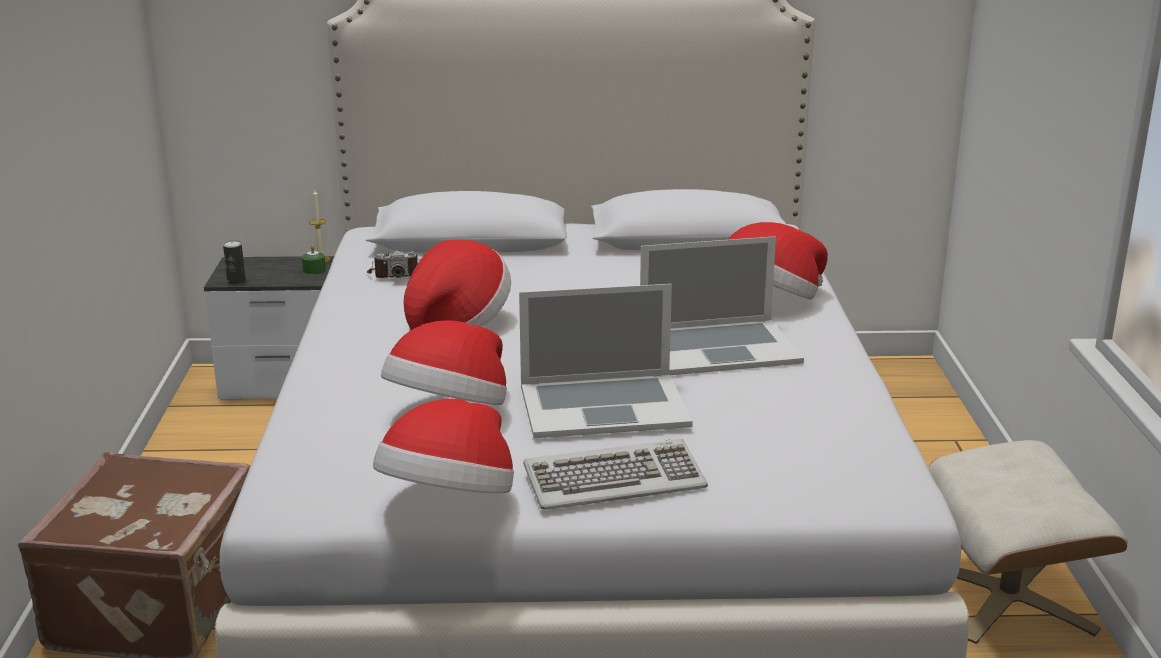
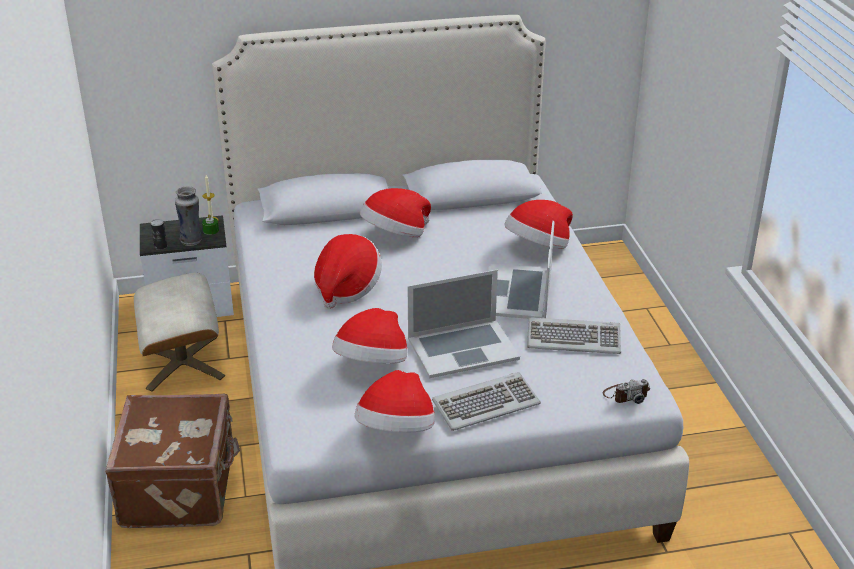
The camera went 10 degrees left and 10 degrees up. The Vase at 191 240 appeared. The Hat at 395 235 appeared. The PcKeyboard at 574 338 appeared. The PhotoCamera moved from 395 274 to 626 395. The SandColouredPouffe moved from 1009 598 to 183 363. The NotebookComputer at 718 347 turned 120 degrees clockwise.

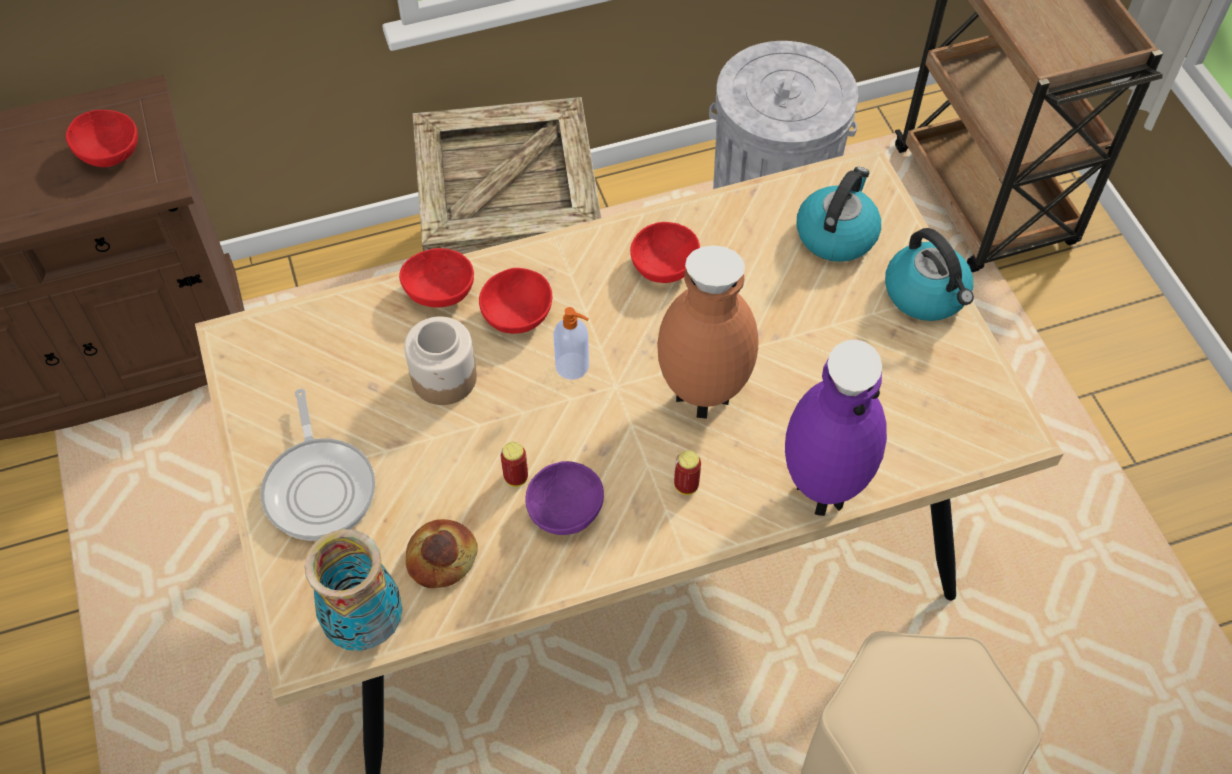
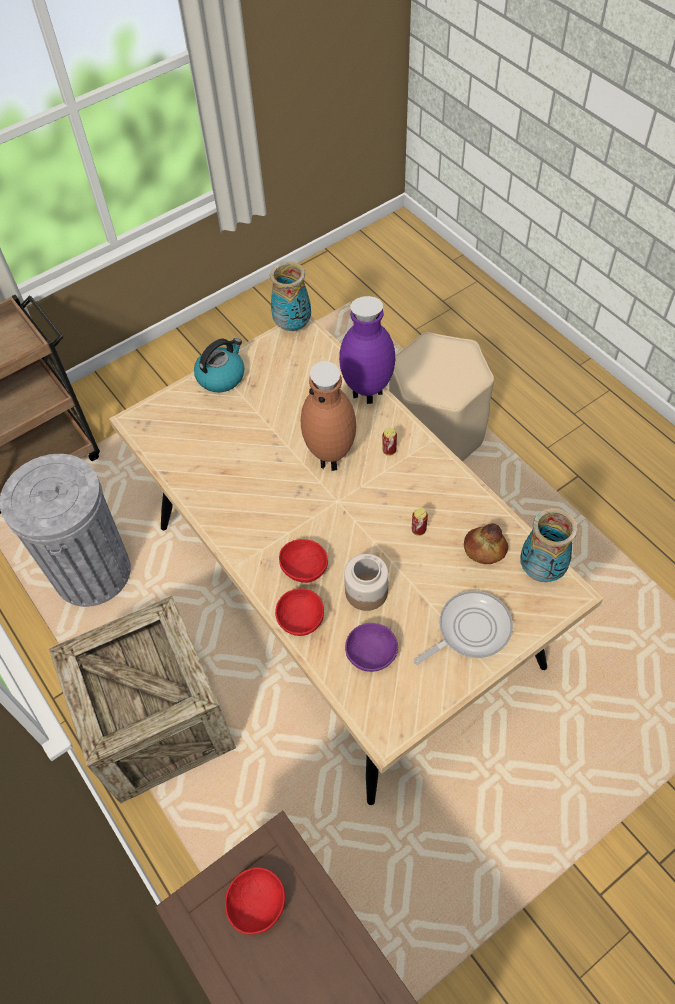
The camera went 105 degrees left and 0 degrees up. The SoapBottle at 573 366 disappeared. The RedColouredBowl at 662 266 disappeared. The TeaKettle at 836 234 disappeared. The Vase at 292 325 appeared. The PurplishBowl moved from 563 511 to 371 655.

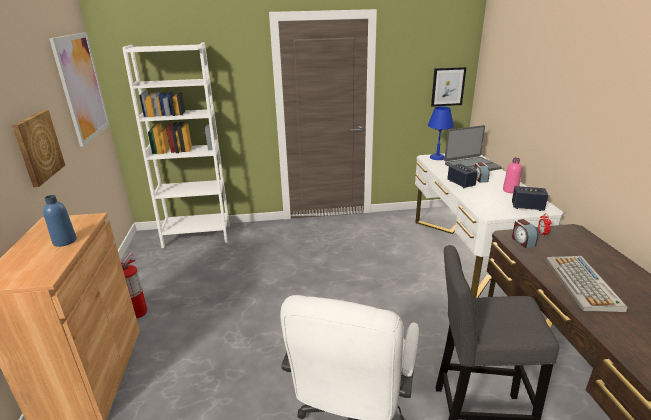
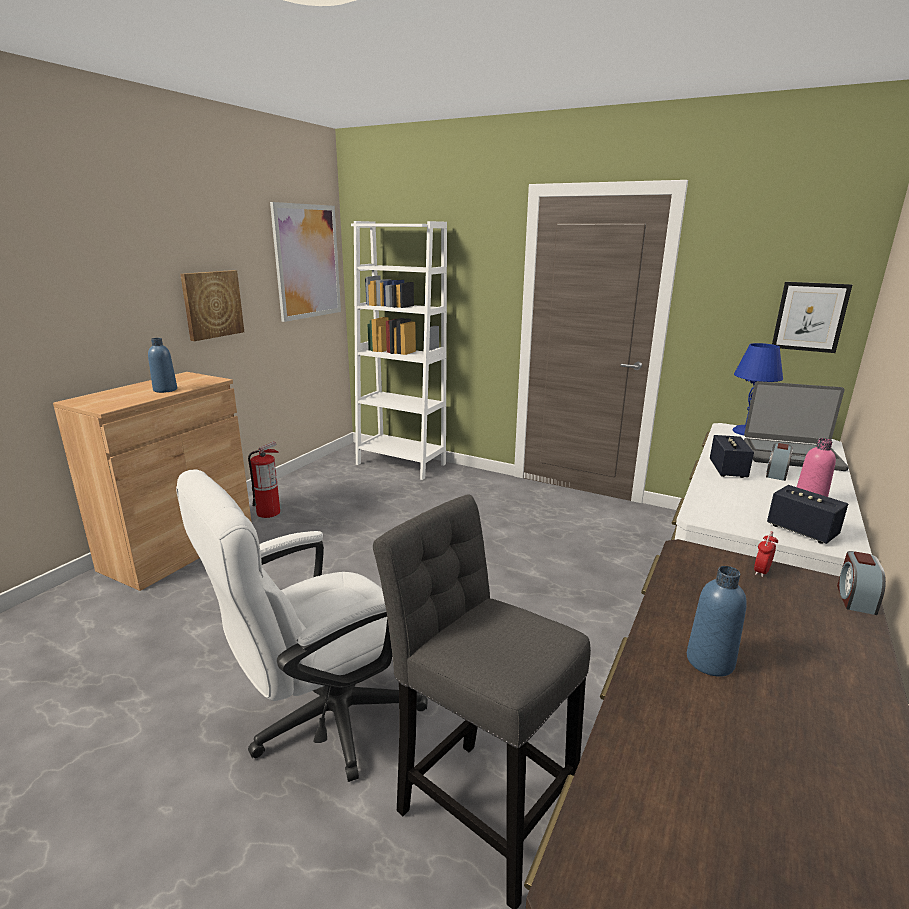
The camera went 35 degrees right and 5 degrees down. The TableClock moved from 522 241 to 855 598. The PcKeyboard at 583 284 was replaced by the BlueColouredDrinkBottle at 710 661.

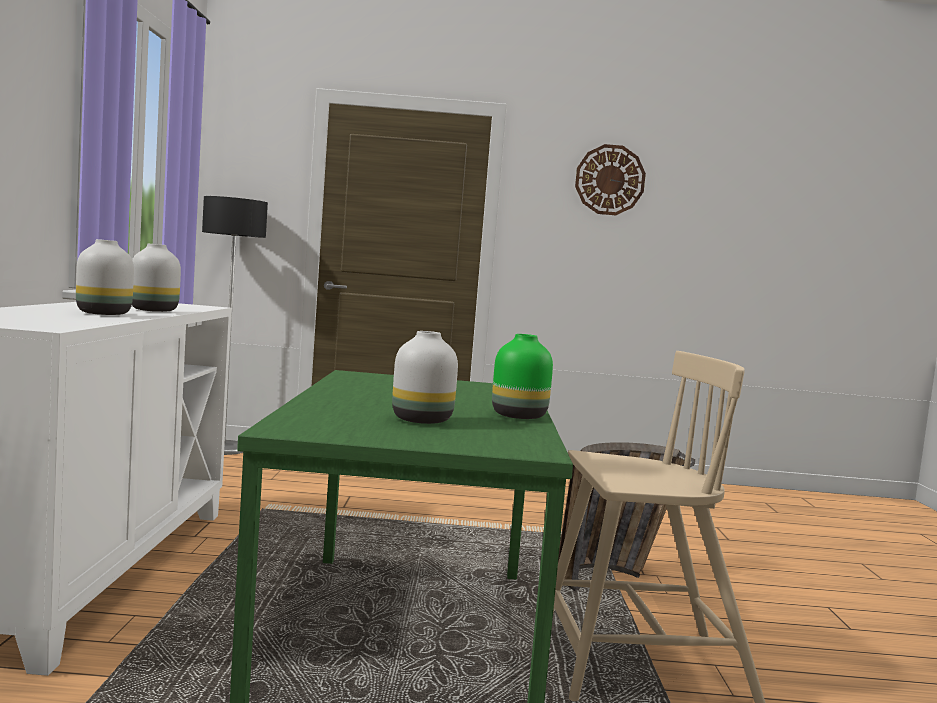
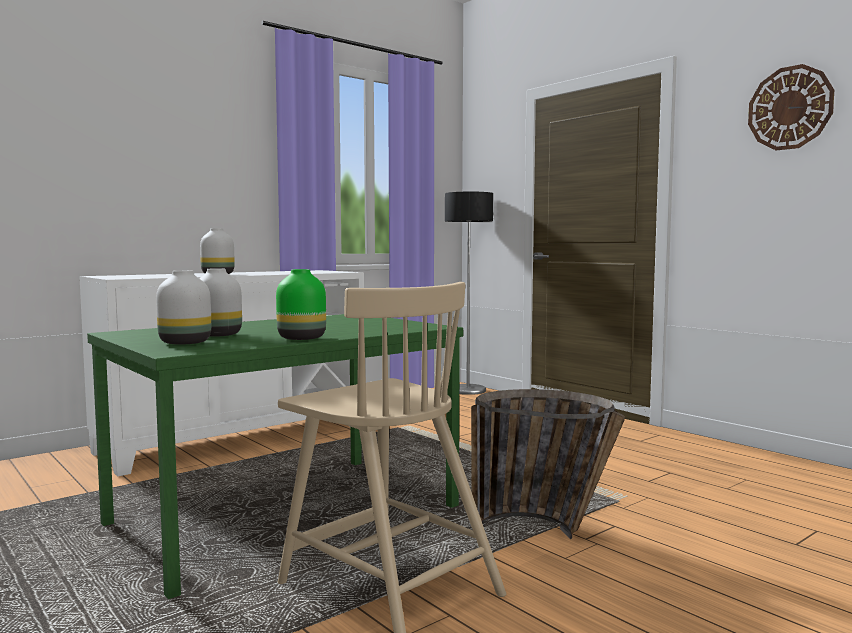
The camera went 50 degrees right and 0 degrees up. The WhiteColouredVase moved from 155 311 to 186 343.

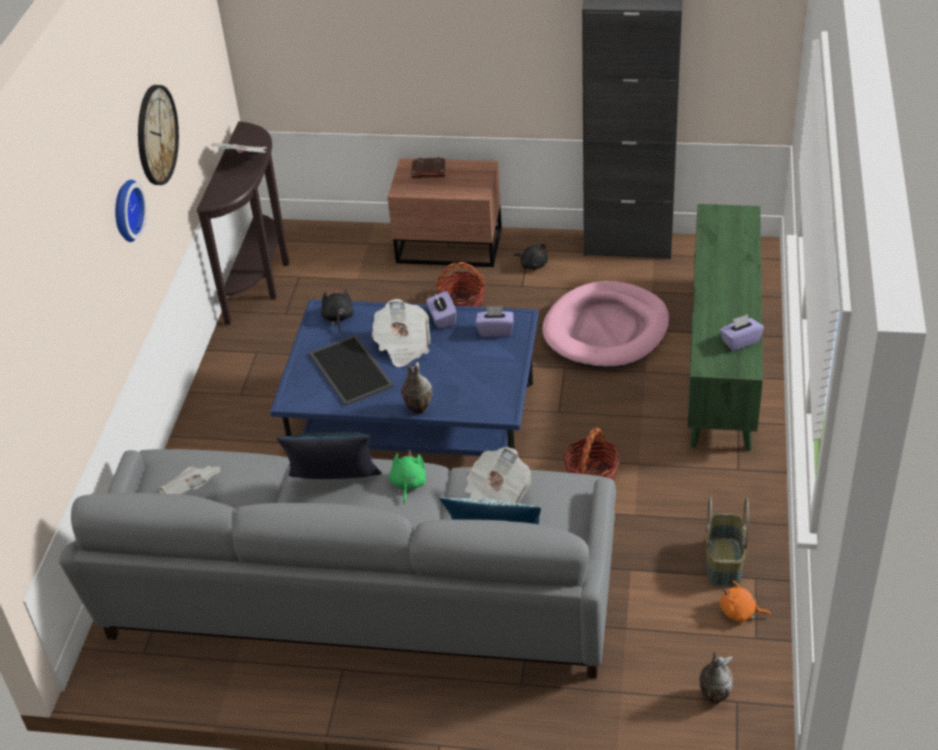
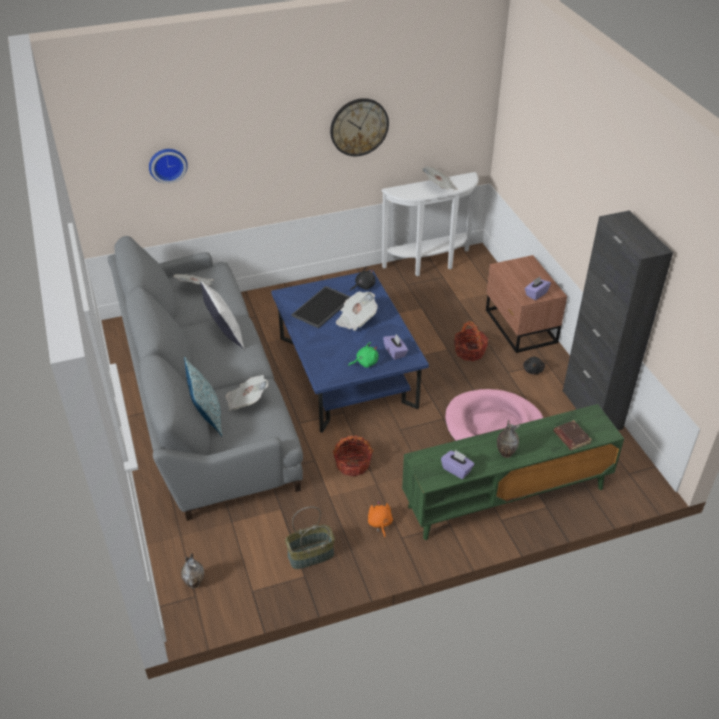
The camera went 60 degrees right and 0 degrees up. The HangingClock moved from 125 210 to 167 164. The GreenSoftToy moved from 408 484 to 365 362. The Vase moved from 417 409 to 505 453. The BrownColouredBook moved from 428 171 to 571 437. The PurplishBoxOfTissues moved from 442 318 to 536 294. The OrangeColouredSoftToy moved from 740 612 to 380 523. The BrownColouredHallTable at 262 279 became the WhiteColouredHallTable at 430 264. The BlueColouredCushion at 333 487 became the WhiteColouredCushion at 224 334.

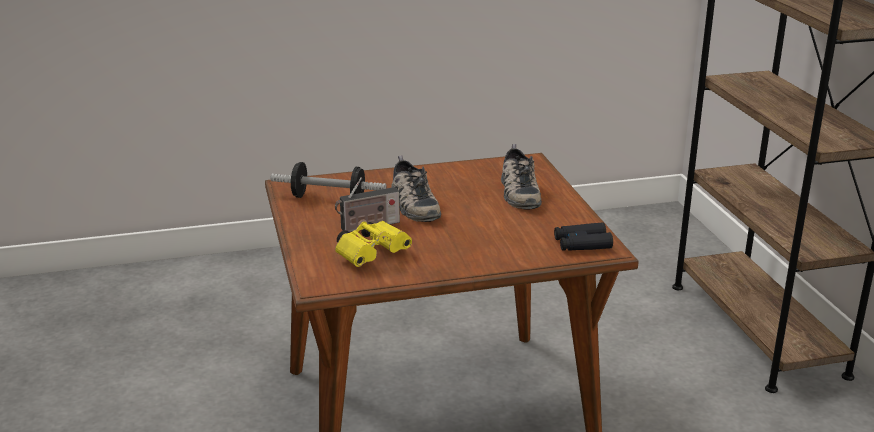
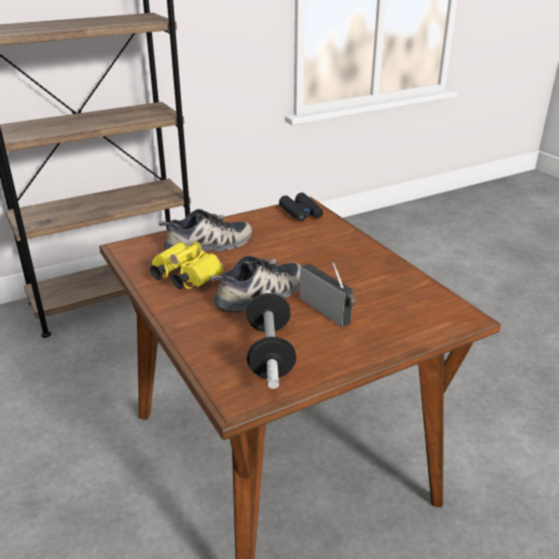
The camera went 105 degrees left and 5 degrees up. The YellowColouredPairOfBinoculars moved from 373 254 to 184 277.

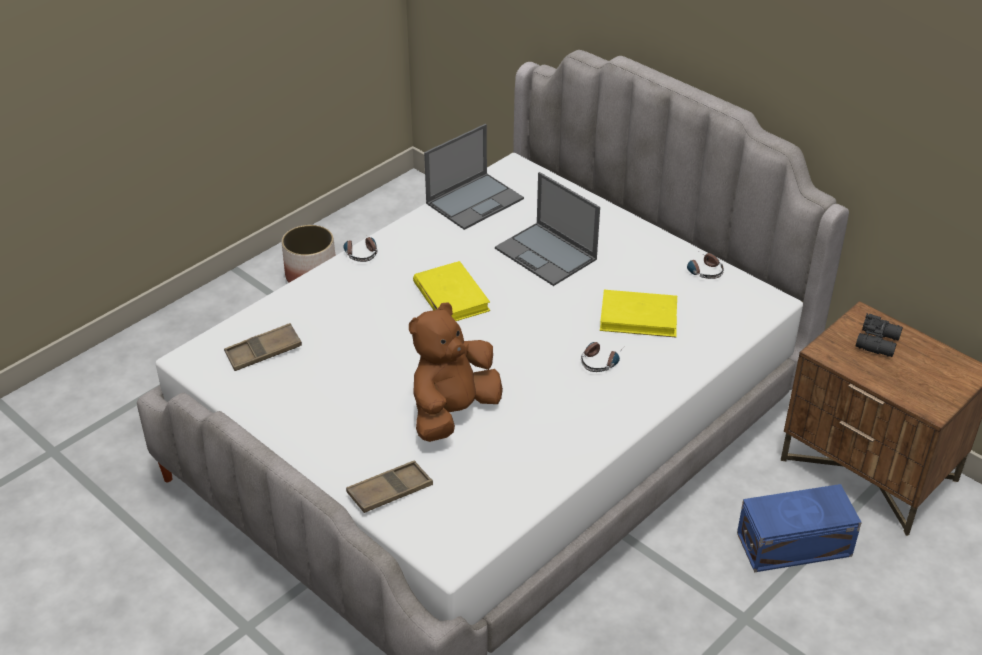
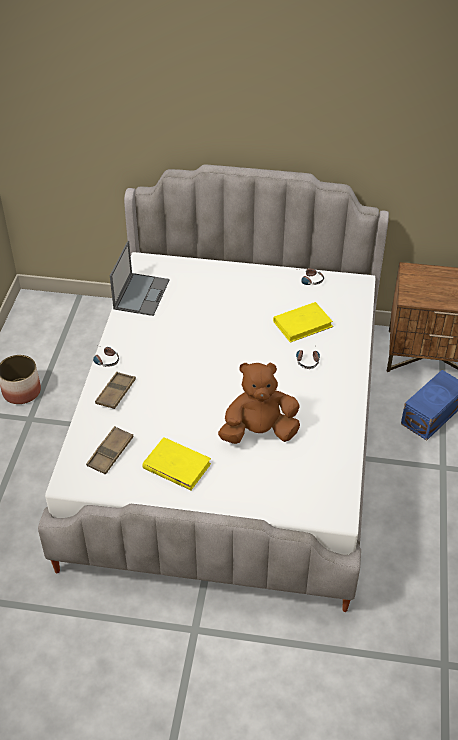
The camera went 35 degrees left and 5 degrees up. The NotebookComputer at 547 254 disappeared. The BlackColouredPairOfBinoculars at 879 342 disappeared. The BrownColouredServingTray moved from 390 491 to 116 393. The YellowColouredBook moved from 451 296 to 176 466. The BrownColouredSoftToy at 452 413 turned 75 degrees clockwise.

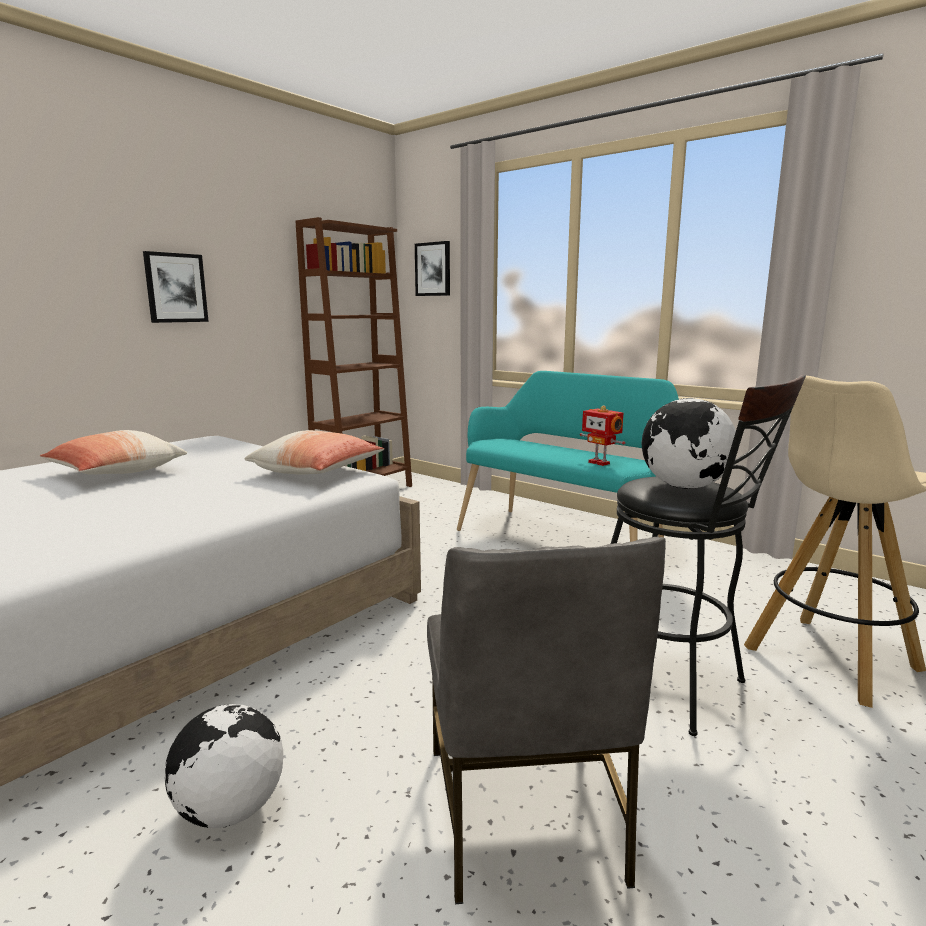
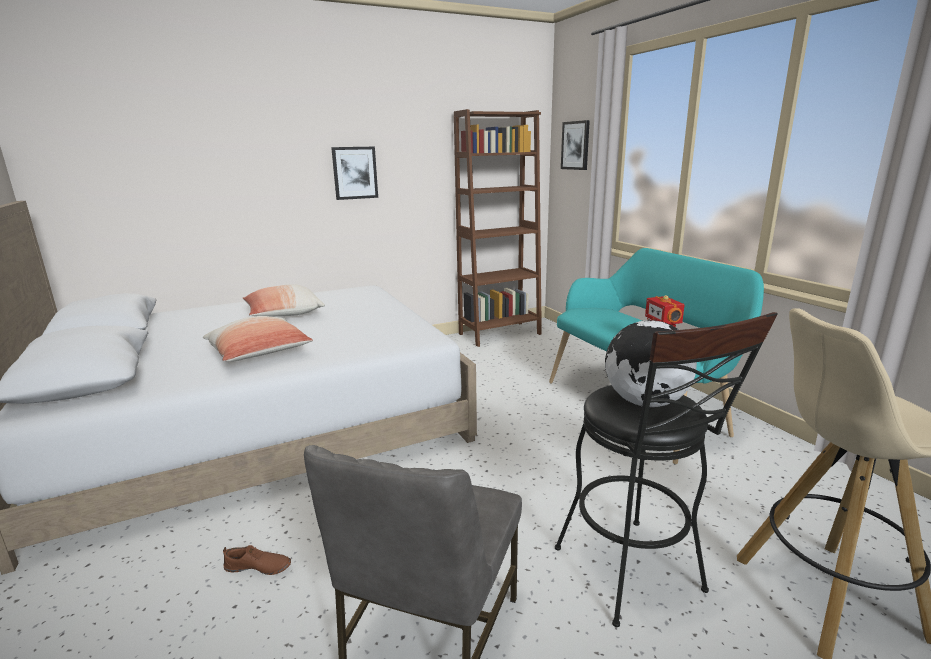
The camera went 25 degrees right and 5 degrees up. The Cushion moved from 317 472 to 260 354. The DeskGlobe at 230 810 was replaced by the BrownColouredShoe at 258 568.

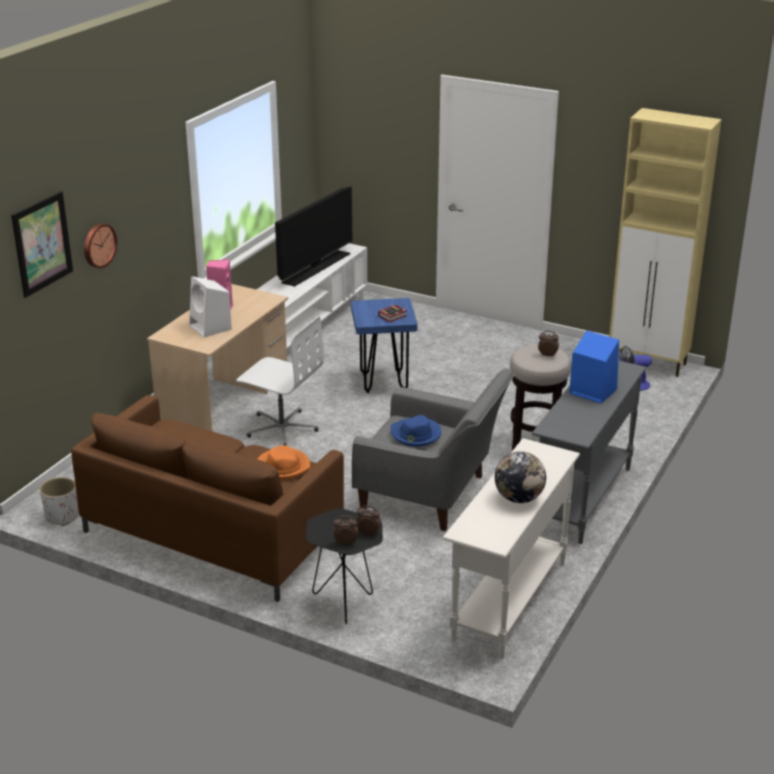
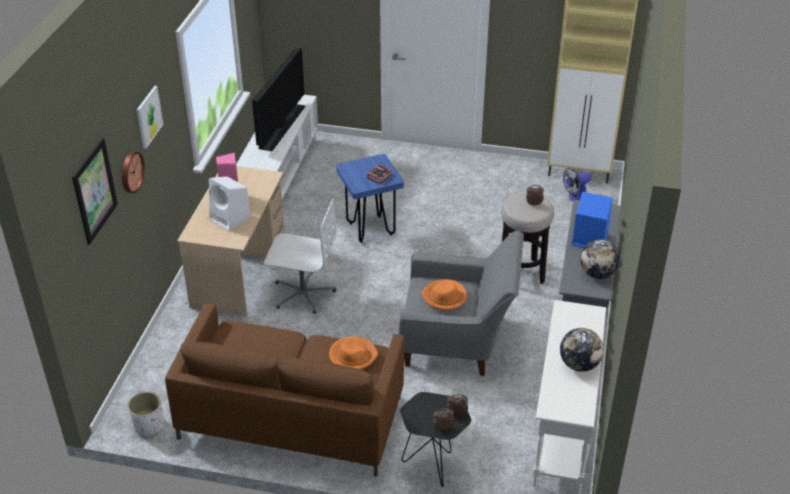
The camera went 15 degrees left and 10 degrees up. The WallArt at 149 116 appeared. The DeskGlobe at 598 274 appeared. The BlueColouredHat at 415 434 became the OrangeColouredHat at 444 297.

